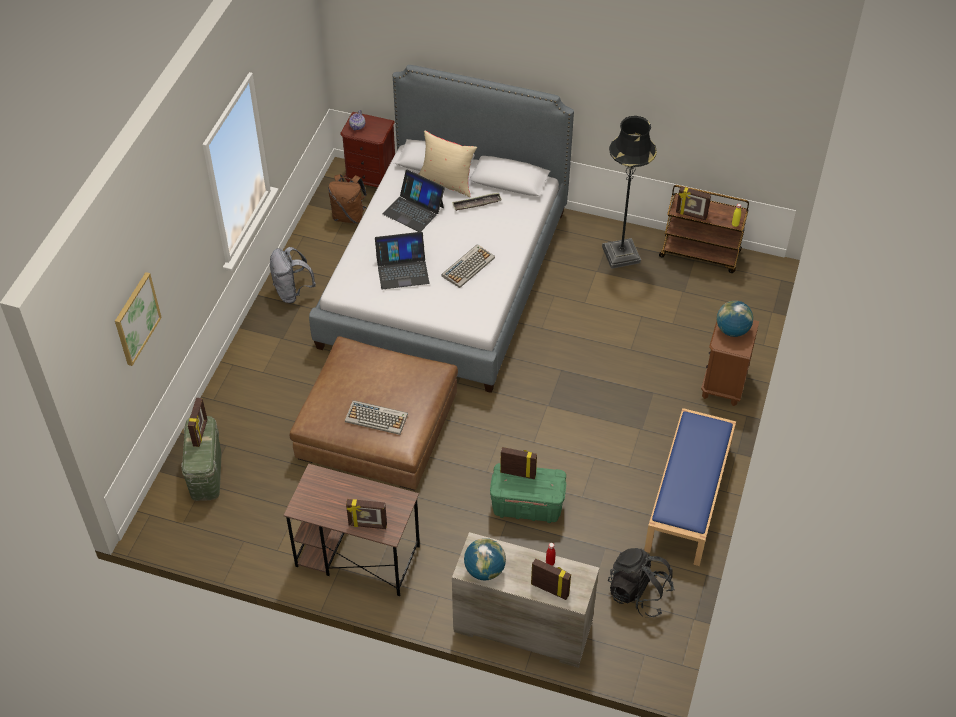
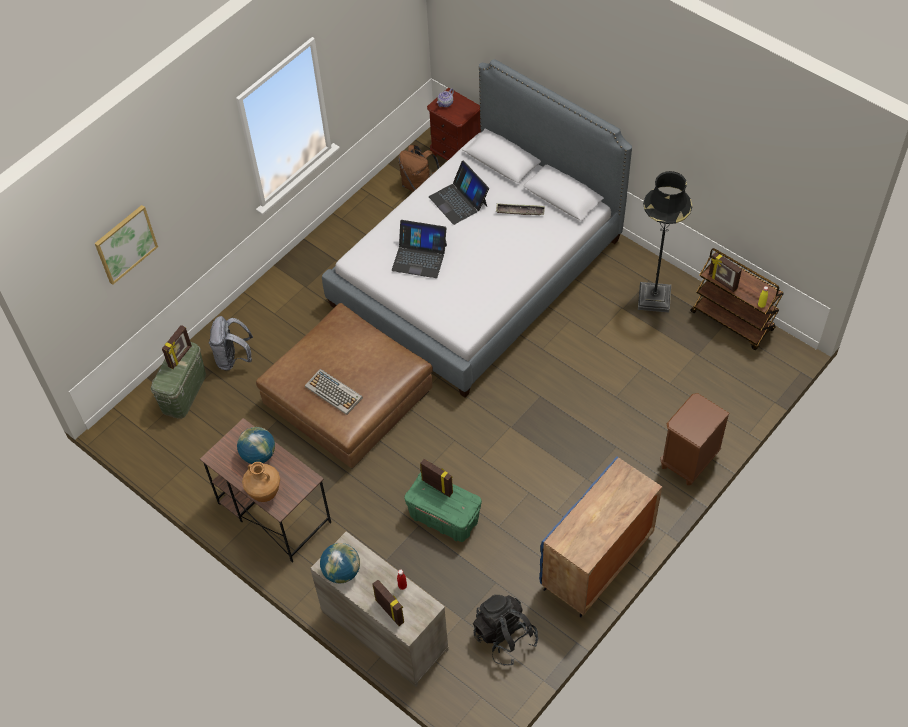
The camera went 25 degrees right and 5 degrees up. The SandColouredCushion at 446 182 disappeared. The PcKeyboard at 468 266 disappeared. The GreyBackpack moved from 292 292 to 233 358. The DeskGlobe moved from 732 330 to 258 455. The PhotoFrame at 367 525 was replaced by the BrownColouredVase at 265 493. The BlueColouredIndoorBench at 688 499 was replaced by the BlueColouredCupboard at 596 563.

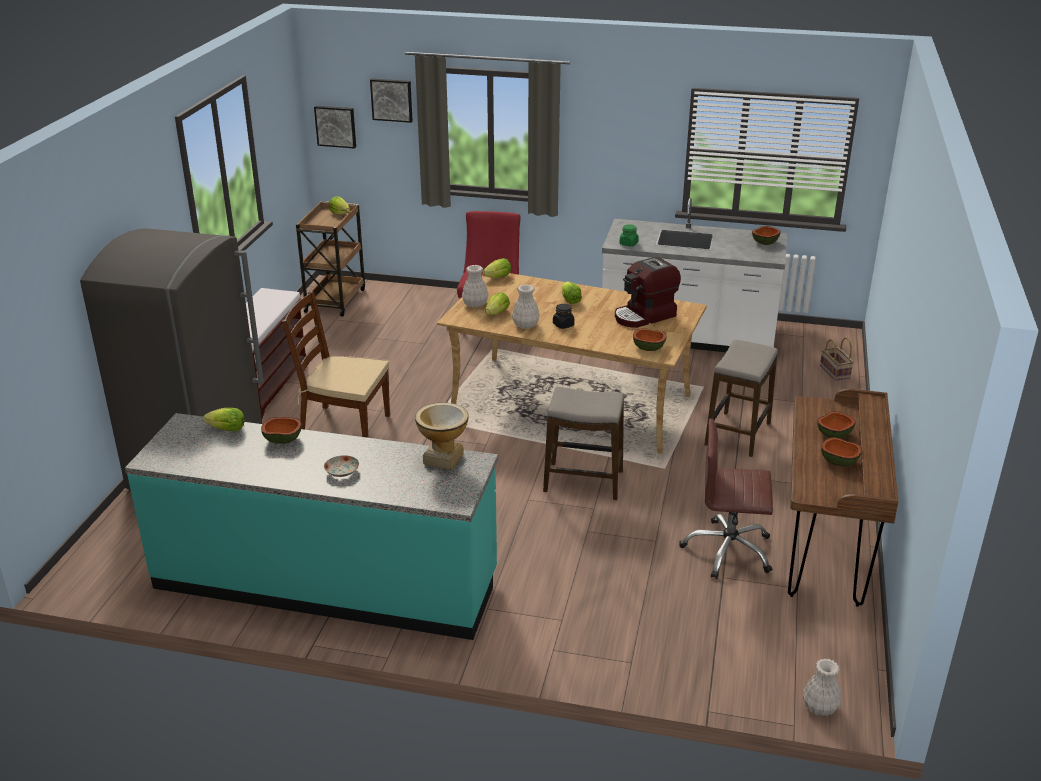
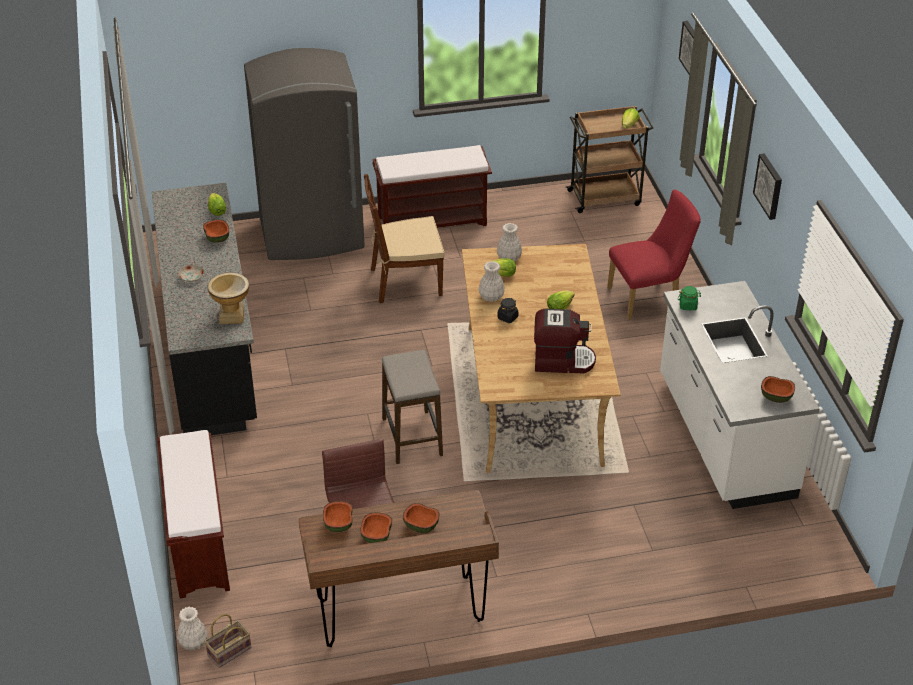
The camera went 65 degrees right and 10 degrees up. The HeadOfLettuce at 498 277 disappeared. The Stool at 738 434 disappeared. The BrownColouredIndoorBench at 198 543 appeared. The WallArt moved from 336 126 to 769 186. The Bowl moved from 649 347 to 339 524. The StorageBasket moved from 835 372 to 229 652. The TurquoiseColouredCounter at 326 581 became the BlackColouredCounter at 211 348. The BrownColouredPlainChair at 344 427 turned 90 degrees counterclockwise. The CoffeeMachine at 644 316 turned 150 degrees clockwise.

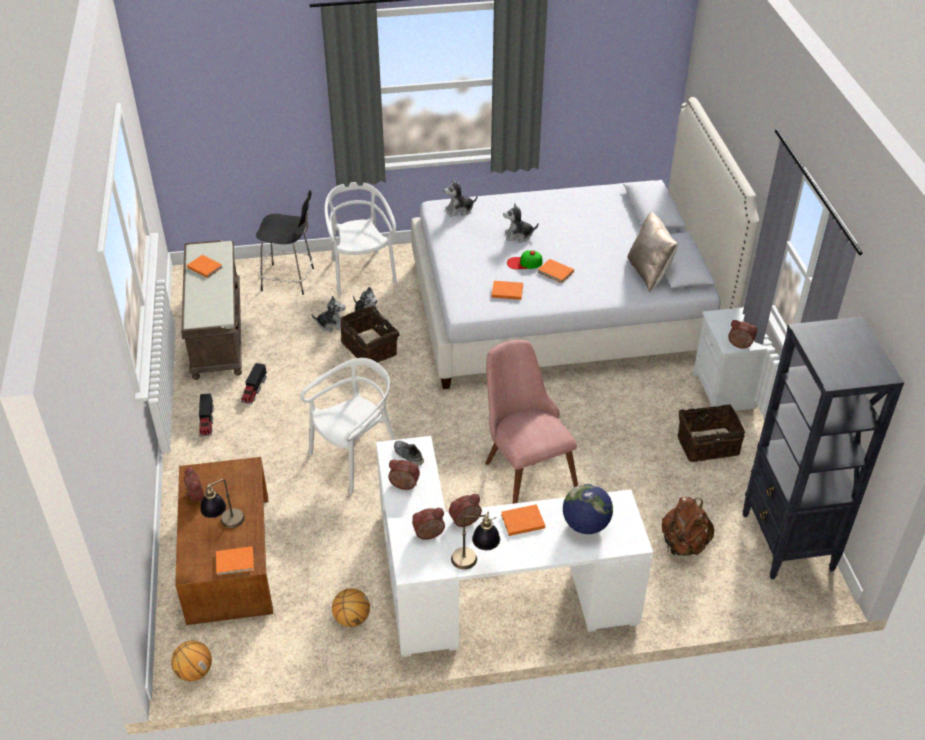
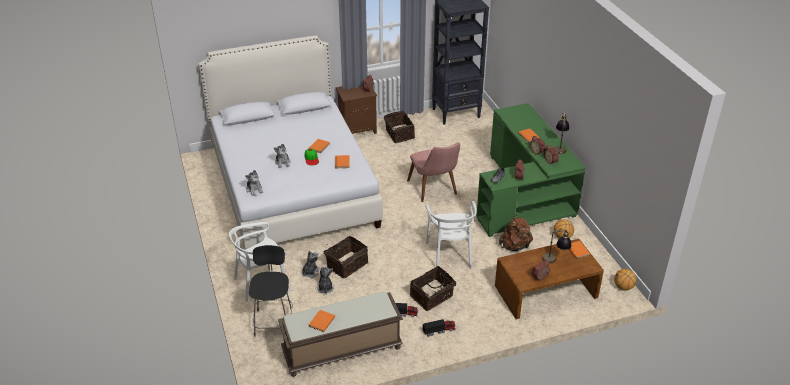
The camera went 100 degrees left and 5 degrees down. The DeskGlobe at 585 525 disappeared. The SandColouredCushion at 649 273 disappeared. The StorageBasket at 432 297 appeared. The BrownColouredBackpack moved from 683 544 to 515 246. The WhiteColouredDesk at 486 593 became the GreenDesk at 525 195. The WhiteColouredBedsideTable at 725 392 became the BrownColouredBedsideTable at 357 129. The WhiteColouredPlainChair at 355 458 turned 135 degrees counterclockwise. The PinkPlainChair at 524 466 turned 75 degrees counterclockwise.

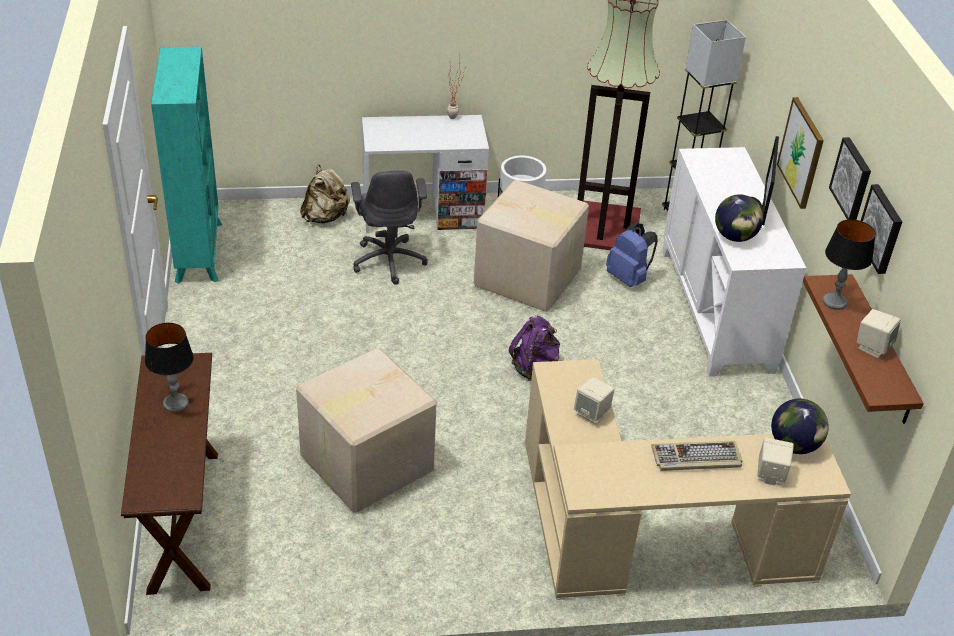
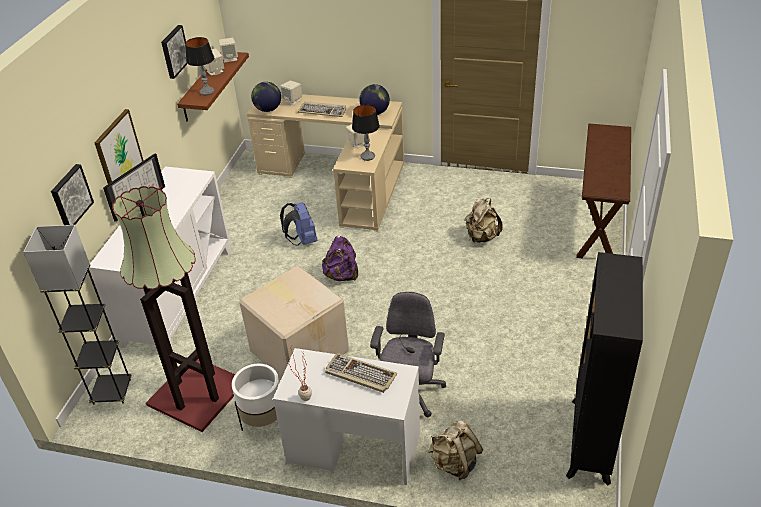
The camera went 155 degrees left and 0 degrees up. The SandColouredLoudspeaker at 230 59 appeared. The PcKeyboard at 359 374 appeared. The TabletopLamp moved from 175 403 to 367 156. The BlueColouredBackpack moved from 628 278 to 302 240. The DeskGlobe moved from 735 237 to 375 112. The WallArt moved from 852 179 to 70 196. The PackingBox at 365 463 was replaced by the SandColouredBackpack at 482 237. The TurquoiseColouredBookcase at 199 252 became the BlackColouredBookcase at 590 441.

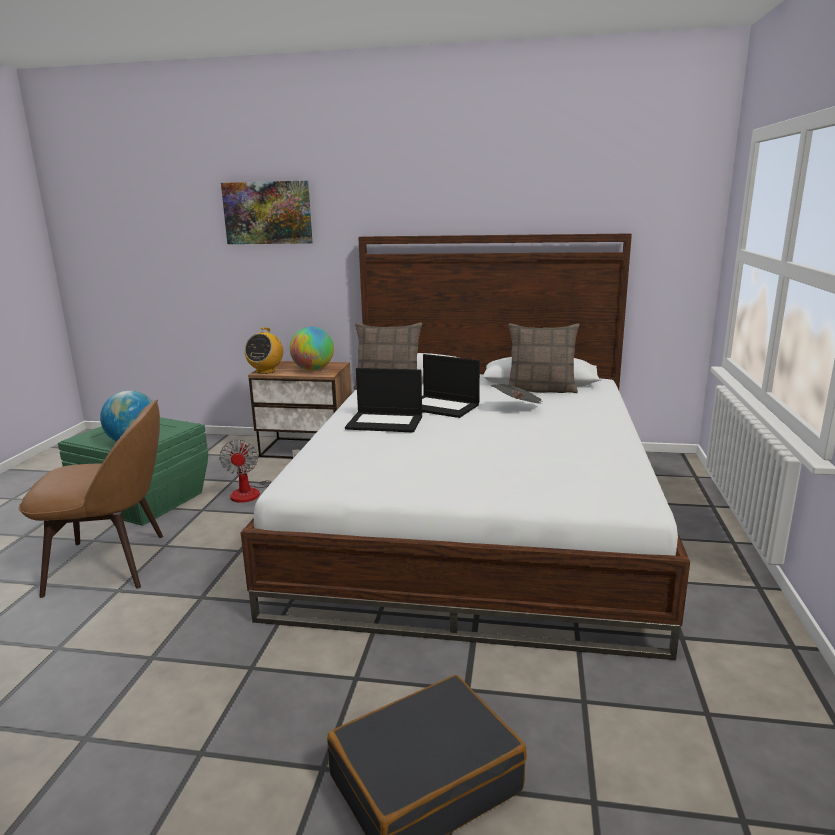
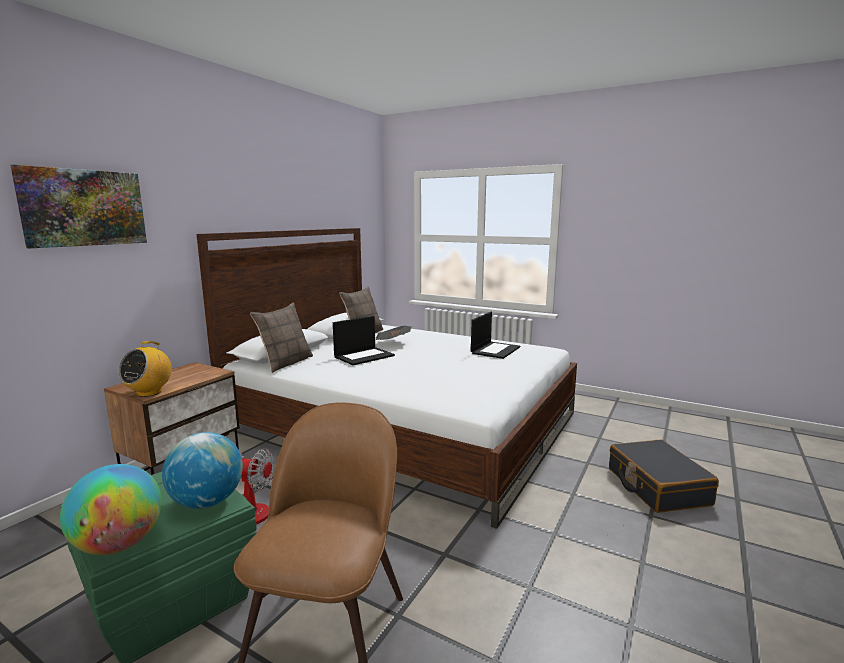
The camera went 70 degrees left and 5 degrees down. The DeskGlobe moved from 313 369 to 119 545. The NotebookComputer moved from 385 422 to 495 350. The RadioSet at 266 371 turned 75 degrees clockwise.

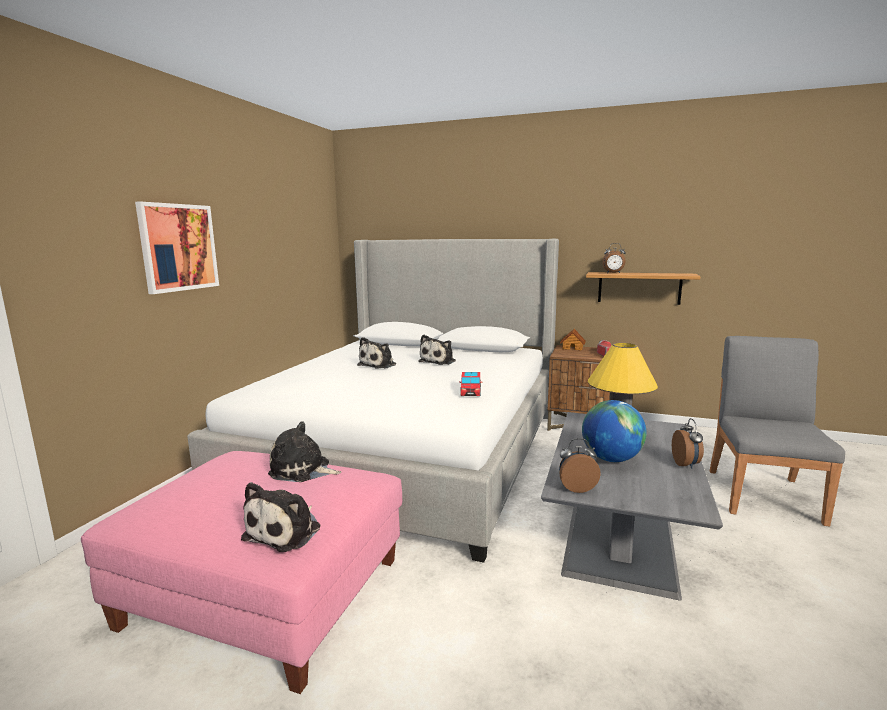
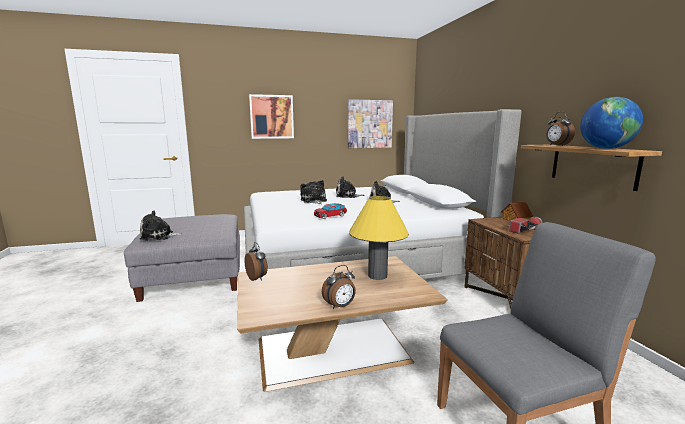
The camera went 55 degrees right and 0 degrees up. The WallArt at 369 124 appeared. The SoftToy moved from 302 470 to 314 201. The DeskGlobe moved from 611 459 to 605 149. The PinkPouffe at 267 593 became the GreyPouffe at 194 275. The GreyLowTable at 619 531 became the BrownColouredLowTable at 335 349.

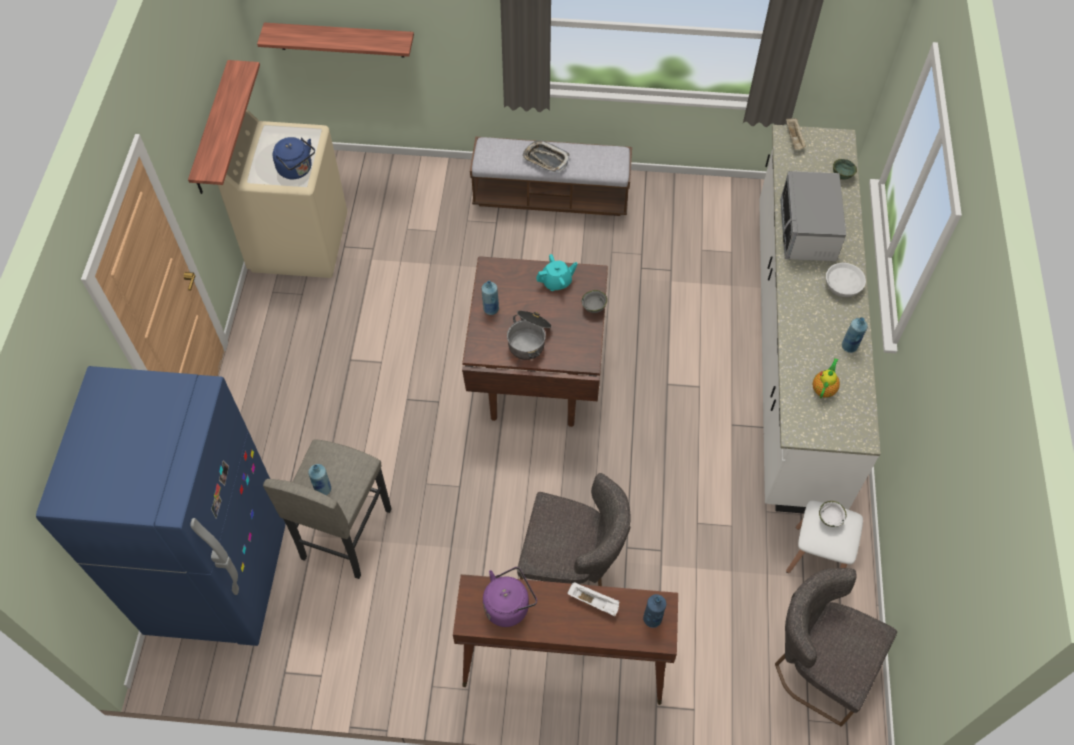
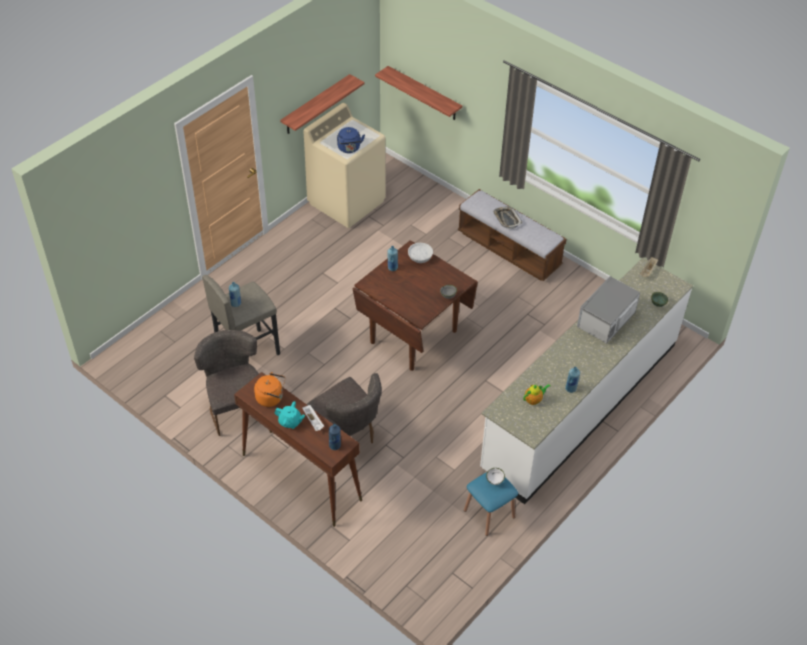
The camera went 35 degrees right and 10 degrees down. The BlueColouredKitchenFridge at 219 576 disappeared. The Saucepot at 529 339 disappeared. The TurquoiseColouredTeaPot moved from 556 282 to 290 422. The GreyPlainChair moved from 816 665 to 236 407. The WhiteColouredBowl moved from 843 285 to 420 257. The PurplishTeaKettle at 509 605 became the OrangeColouredTeaKettle at 271 398. The WhiteColouredStool at 817 556 became the BlueColouredStool at 489 513.

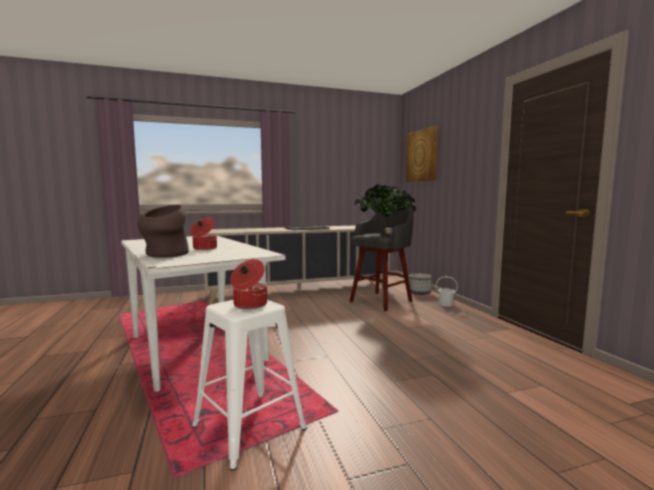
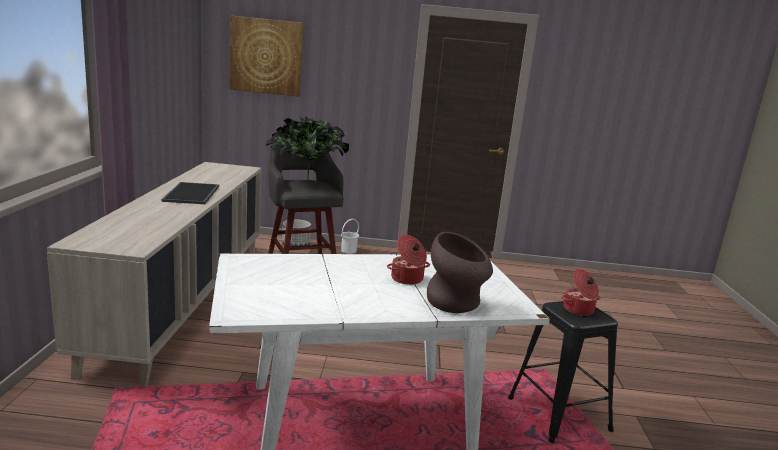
The camera went 70 degrees left and 10 degrees up. The WhiteColouredStool at 248 428 became the BlackColouredStool at 560 414.

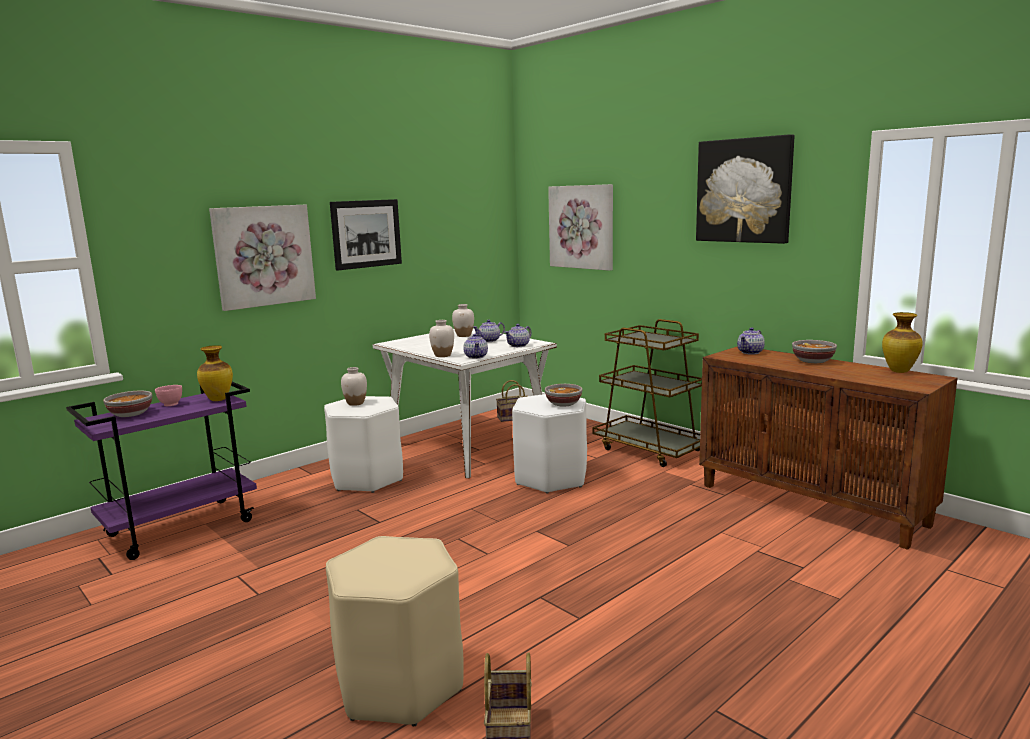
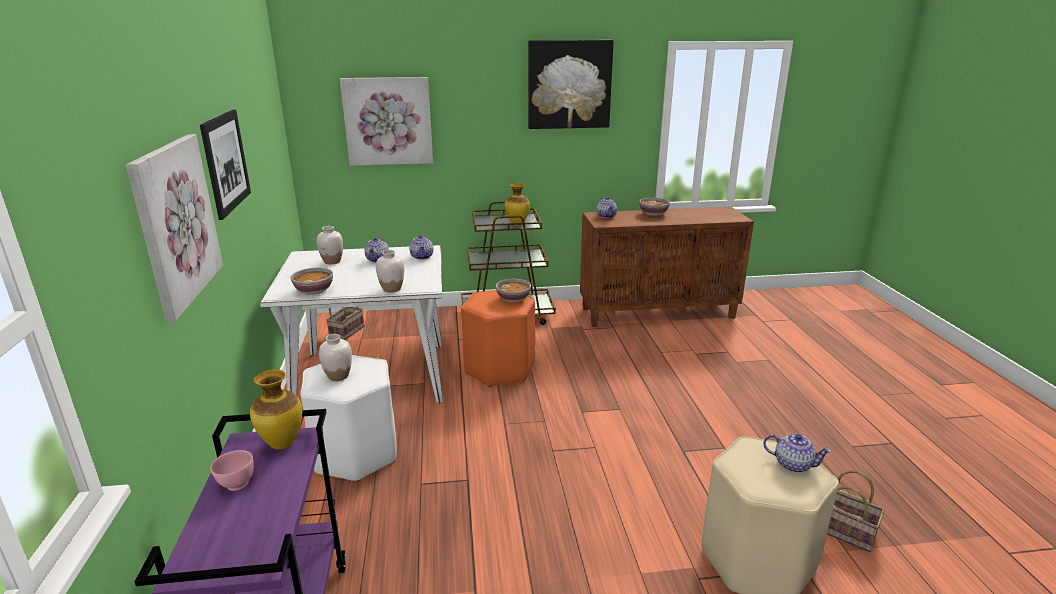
The camera went 55 degrees left and 10 degrees up. The Bowl moved from 131 414 to 314 290. The TeaPot moved from 476 356 to 792 464. The Vase moved from 898 371 to 517 224. The WhiteColouredStool at 551 478 became the OrangeColouredStool at 500 369.

